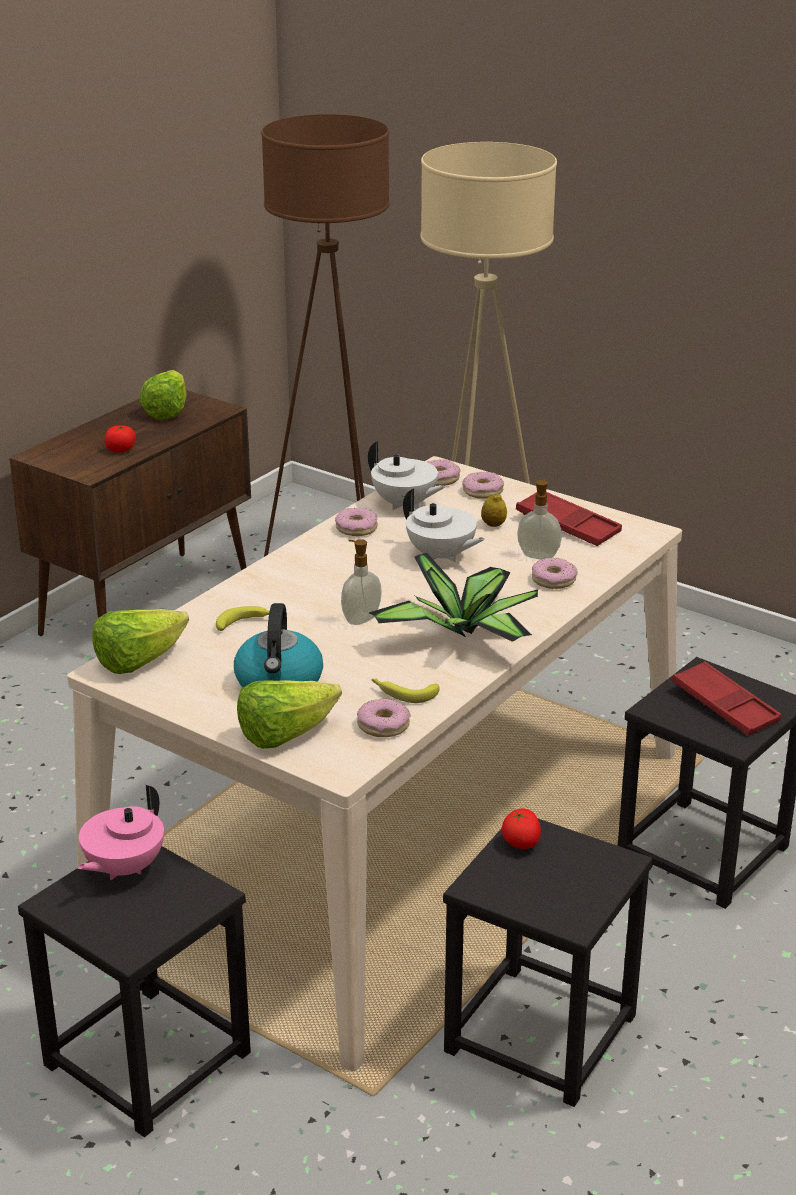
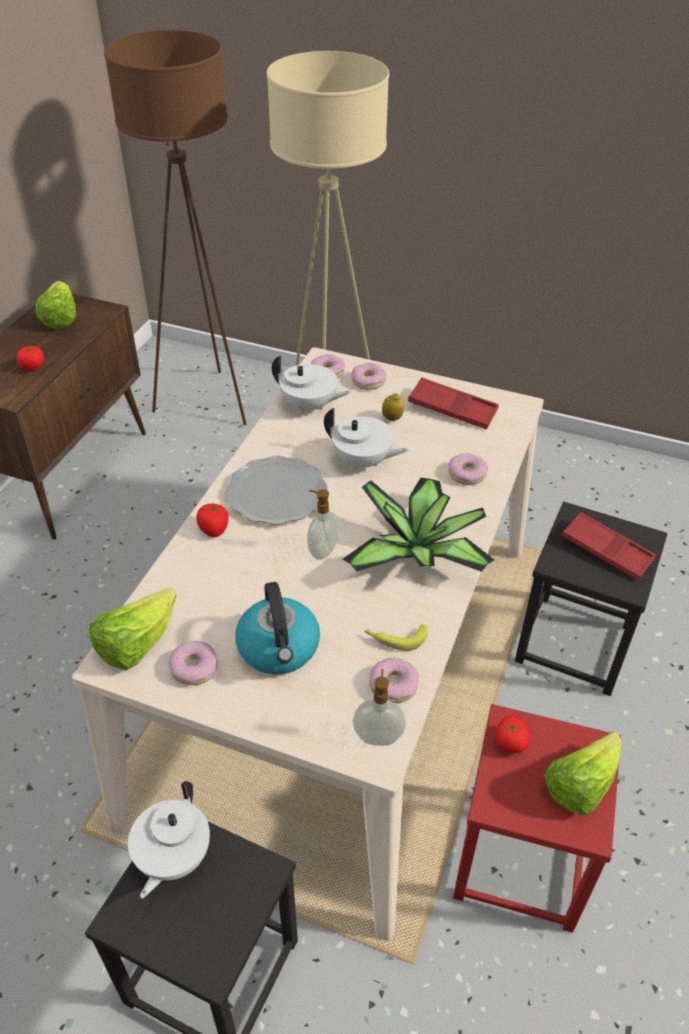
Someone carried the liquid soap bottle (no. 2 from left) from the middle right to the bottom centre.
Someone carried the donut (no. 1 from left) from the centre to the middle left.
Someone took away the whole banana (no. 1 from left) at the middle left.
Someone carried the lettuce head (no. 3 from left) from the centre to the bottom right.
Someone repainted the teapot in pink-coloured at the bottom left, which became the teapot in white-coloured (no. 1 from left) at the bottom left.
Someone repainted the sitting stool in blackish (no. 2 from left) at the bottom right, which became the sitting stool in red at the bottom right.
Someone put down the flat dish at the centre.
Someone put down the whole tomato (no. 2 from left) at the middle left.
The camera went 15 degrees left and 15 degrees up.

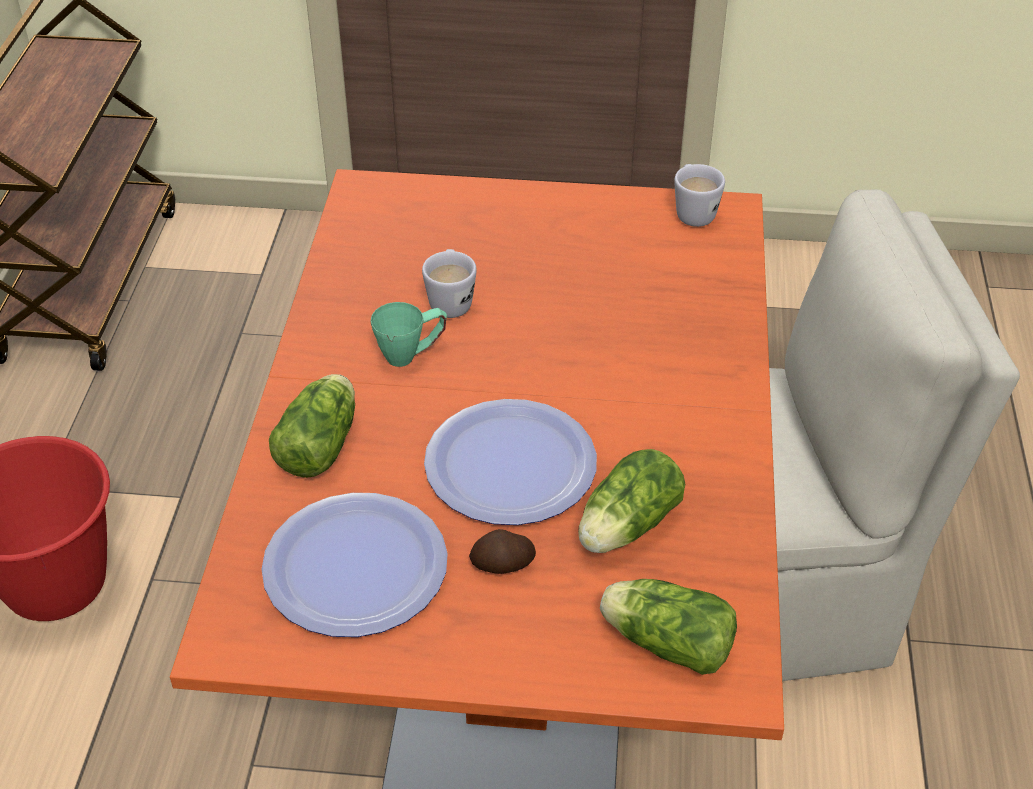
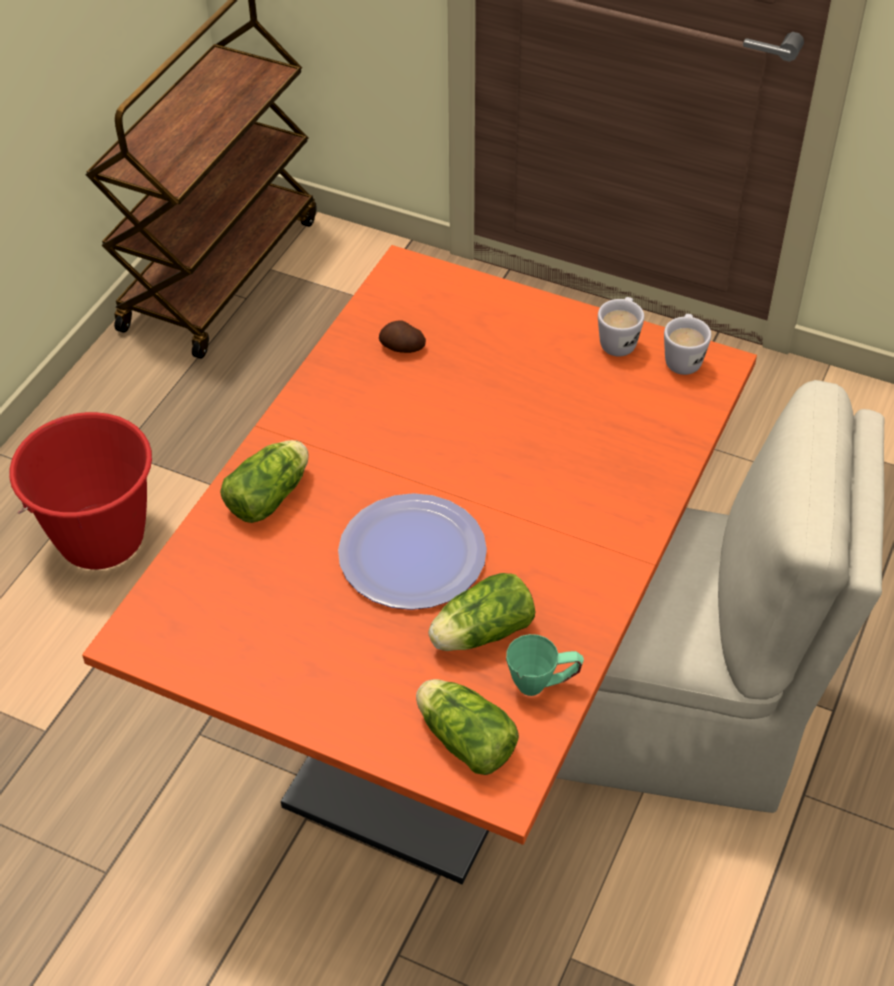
Someone carried the tea mug in white-coloured (no. 1 from left) from the centre to the top right.
Someone carried the tea mug in greenish from the centre to the bottom centre.
Someone took away the flat dish (no. 1 from left) at the bottom centre.
Someone carried the potato from the bottom centre to the centre.
The camera went 20 degrees right and 5 degrees up.

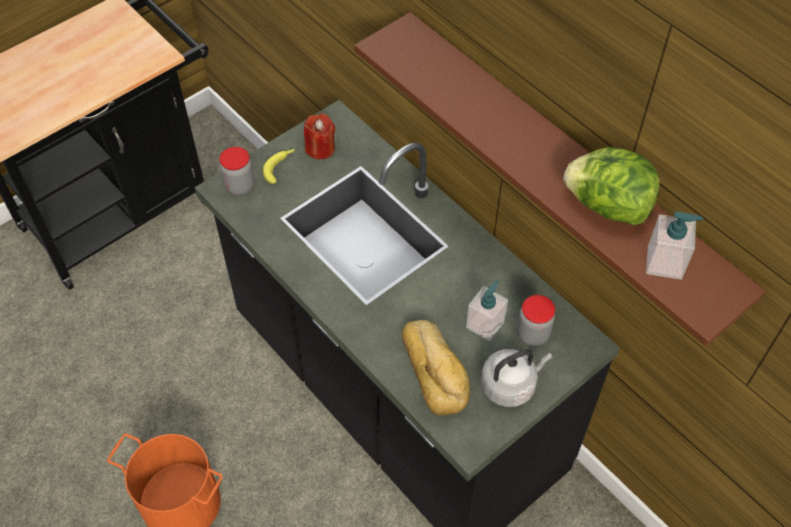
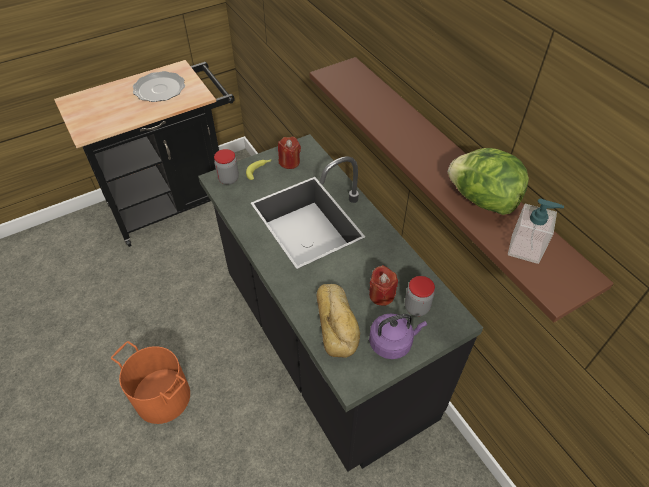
Someone swapped the liquid soap bottle (no. 1 from left) at the centre for the candle in red (no. 2 from left) at the centre.
Someone repainted the kettle in gray at the bottom centre, which became the kettle in purple-coloured at the bottom centre.
Someone put down the flat dish at the top left.
The camera went 10 degrees right and 5 degrees down.

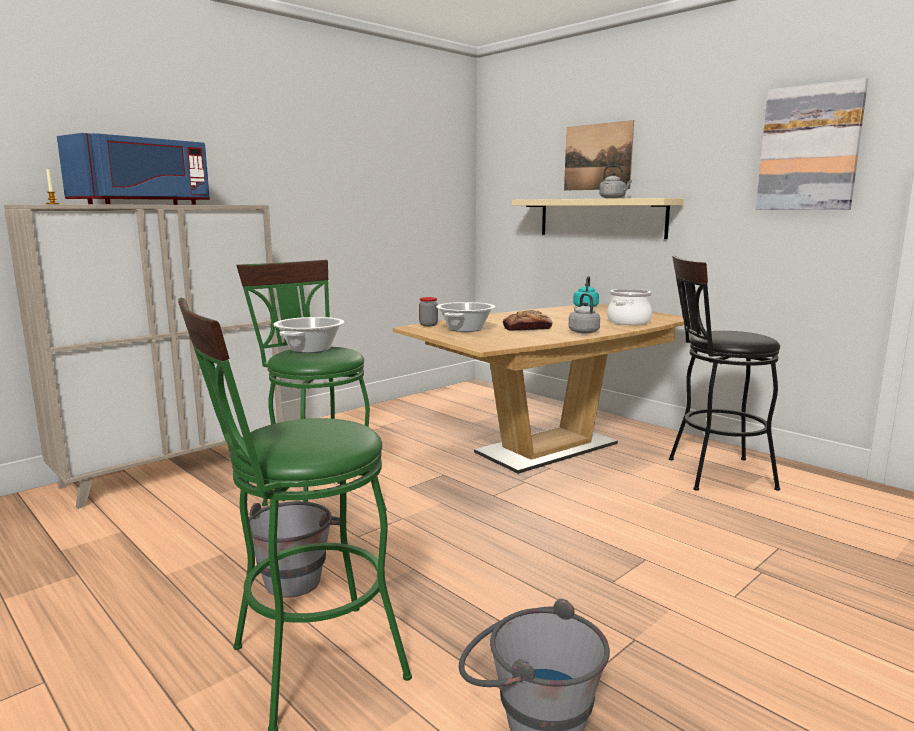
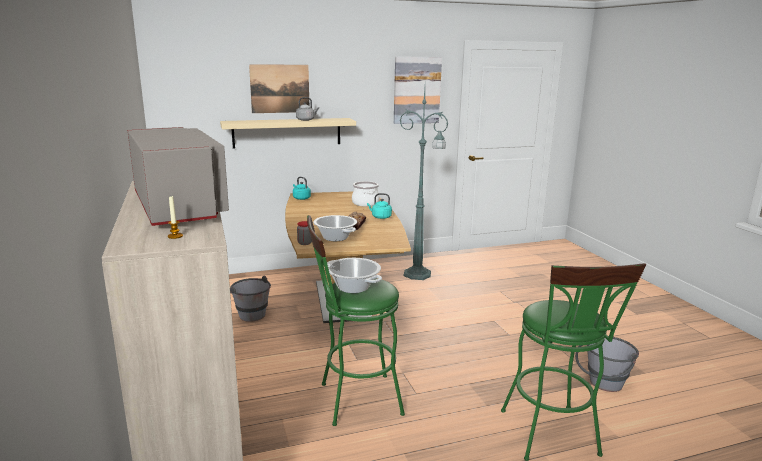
Someone repainted the microwave oven in blue at the top left, which became the microwave oven in gray at the middle left.
Someone swapped the sitting stool in blackish at the middle right for the floor lamp in greenish at the centre.
Someone repainted the kettle in gray (no. 1 from left) at the centre, which became the kettle in blue-green (no. 2 from left) at the centre.
Someone carried the water bucket in gray (no. 1 from left) from the bottom left to the middle left.
The camera went 65 degrees left and 5 degrees up.

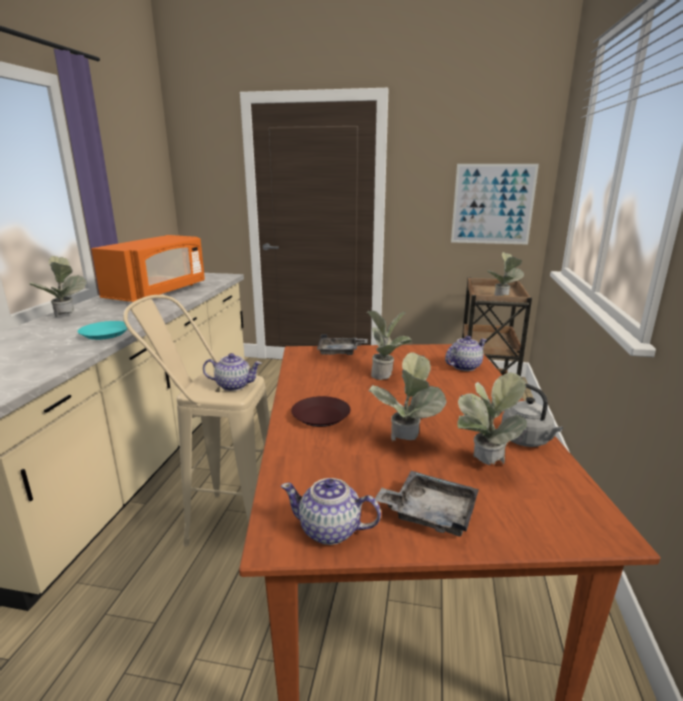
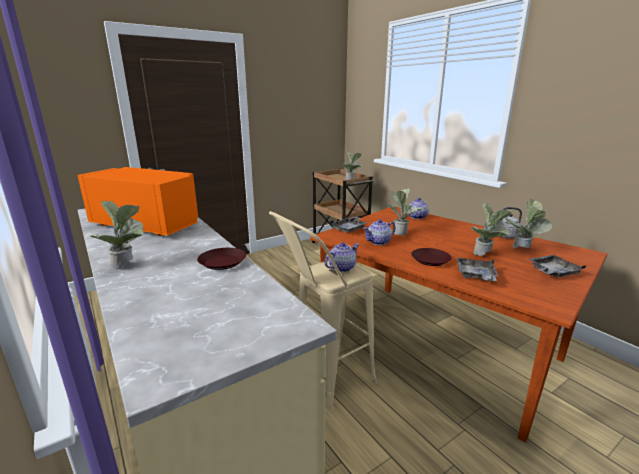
Someone took away the picture at the top right.
Someone rotated the microwave oven in orange-coloured at the middle left by 45 degrees counterclockwise.
Someone repainted the flat dish in blue-green at the middle left, which became the flat dish in brownish (no. 1 from left) at the centre.
Someone carried the teapot (no. 2 from left) from the bottom centre to the centre.
Someone put down the serving tray in gray (no. 2 from left) at the middle right.
The camera went 45 degrees left and 0 degrees up.

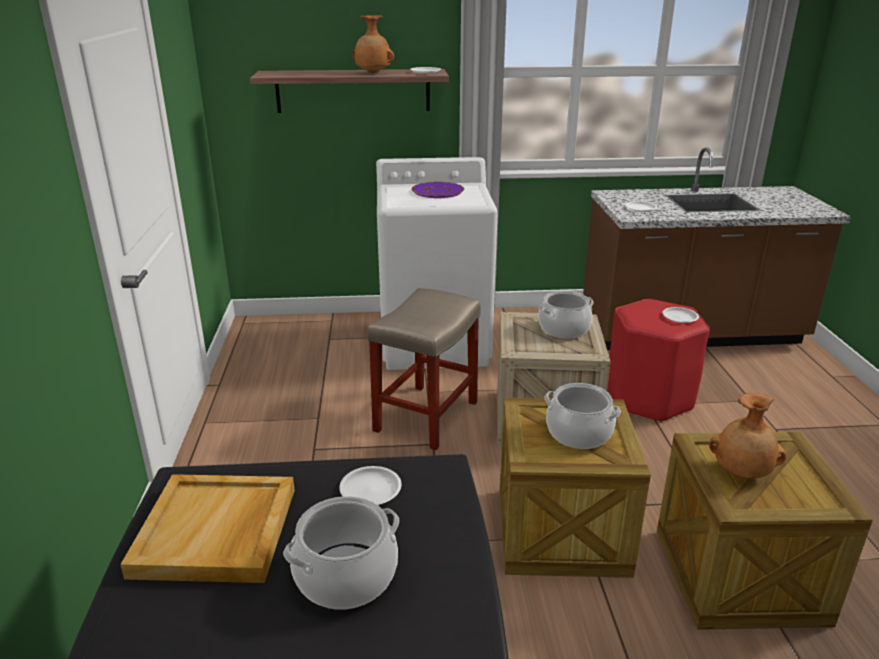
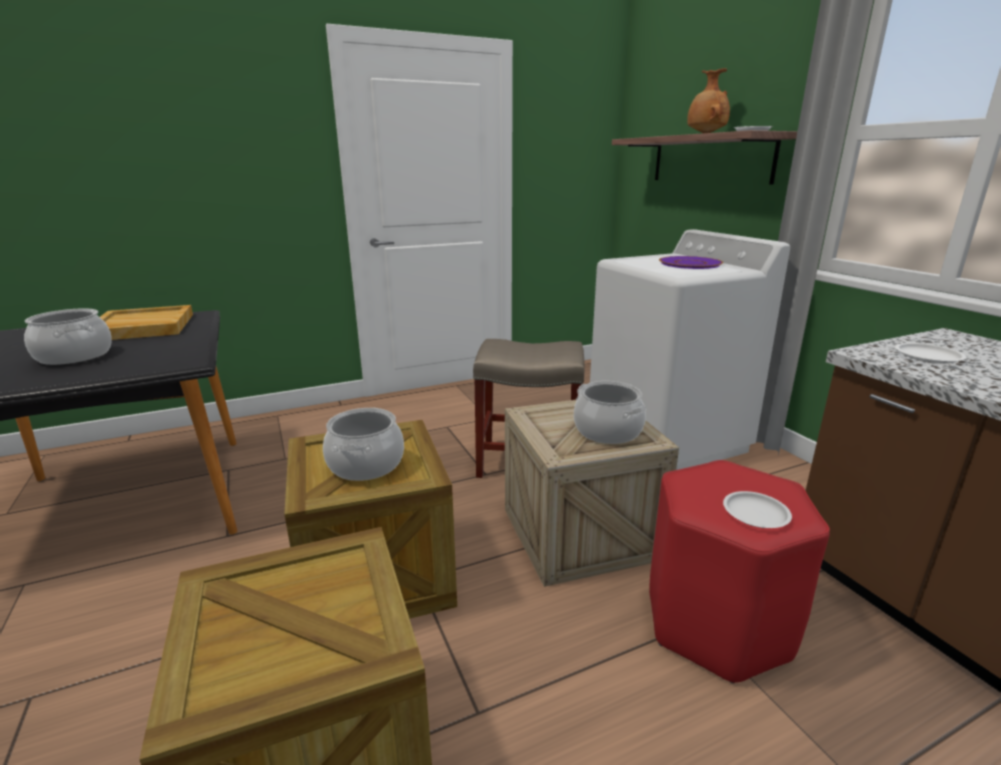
Someone took away the vase in brownish (no. 2 from left) at the middle right.
Someone took away the flat dish in white-coloured (no. 1 from left) at the bottom centre.
The camera went 70 degrees right and 5 degrees down.

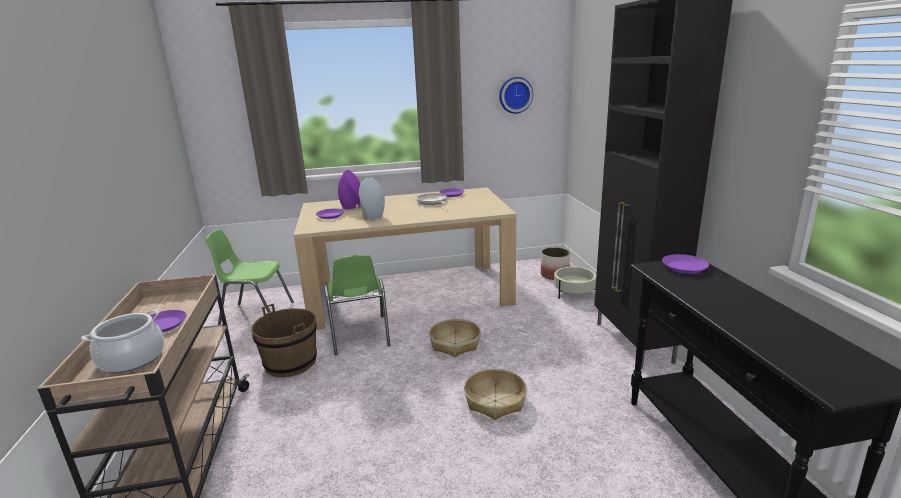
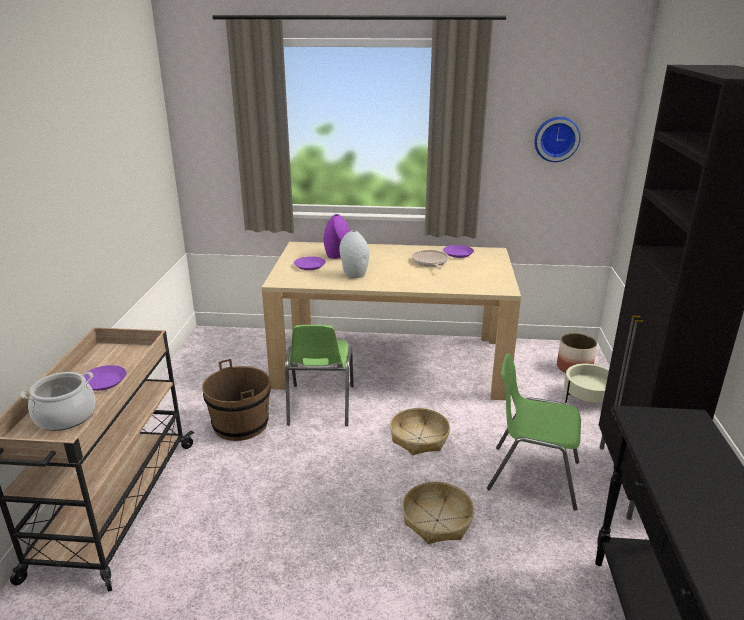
Someone carried the upright chair in greenish (no. 1 from left in the first image) from the middle left to the bottom right.
Someone took away the flat dish in purple-coloured (no. 4 from left) at the middle right.
The camera went 15 degrees right and 5 degrees up.

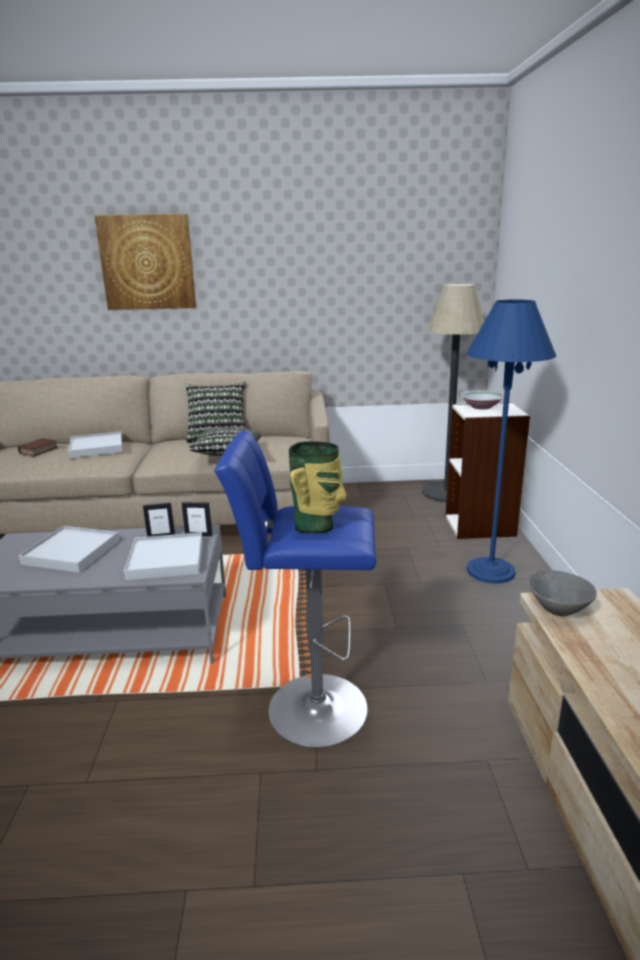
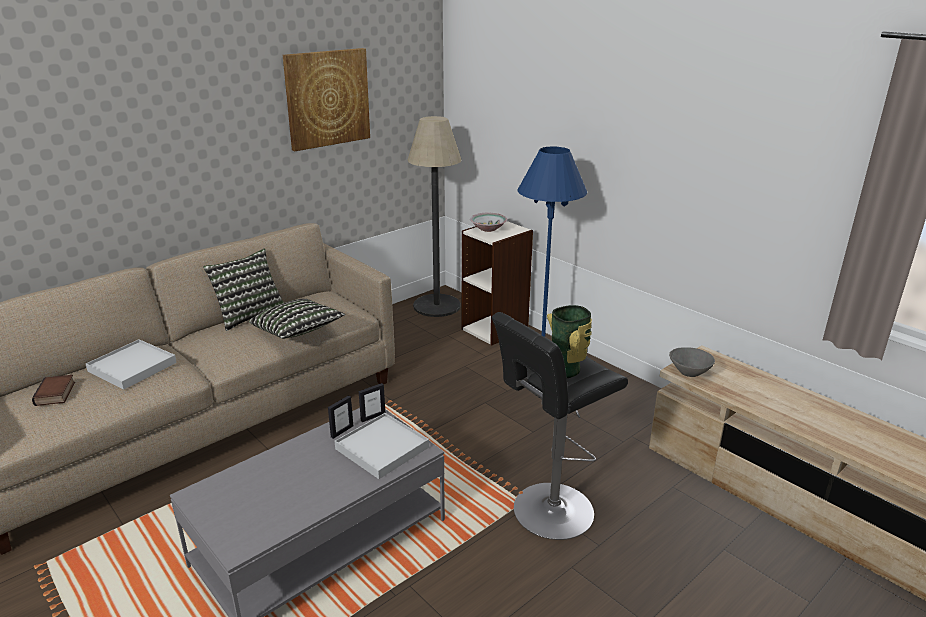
Someone carried the picture from the top left to the top centre.
Someone repainted the sitting stool in blue at the centre, which became the sitting stool in blackish at the bottom centre.
Someone took away the serving tray in white-coloured (no. 1 from left) at the middle left.
The camera went 40 degrees left and 5 degrees up.

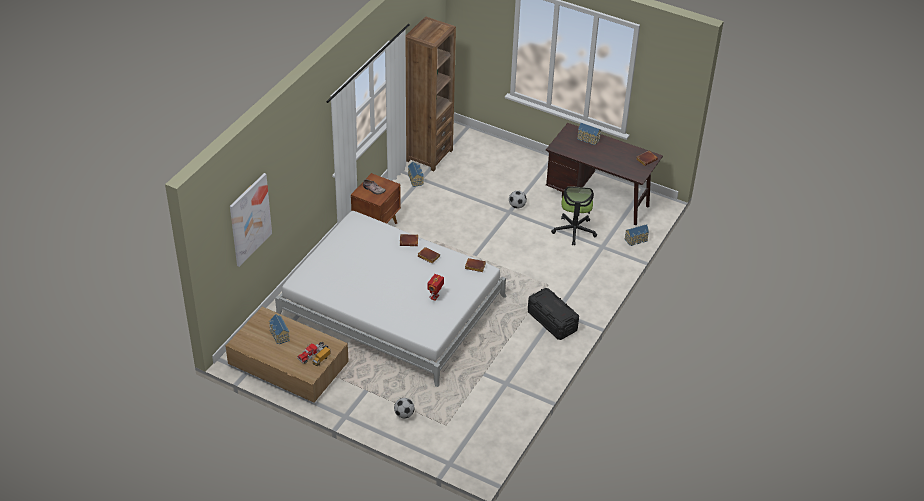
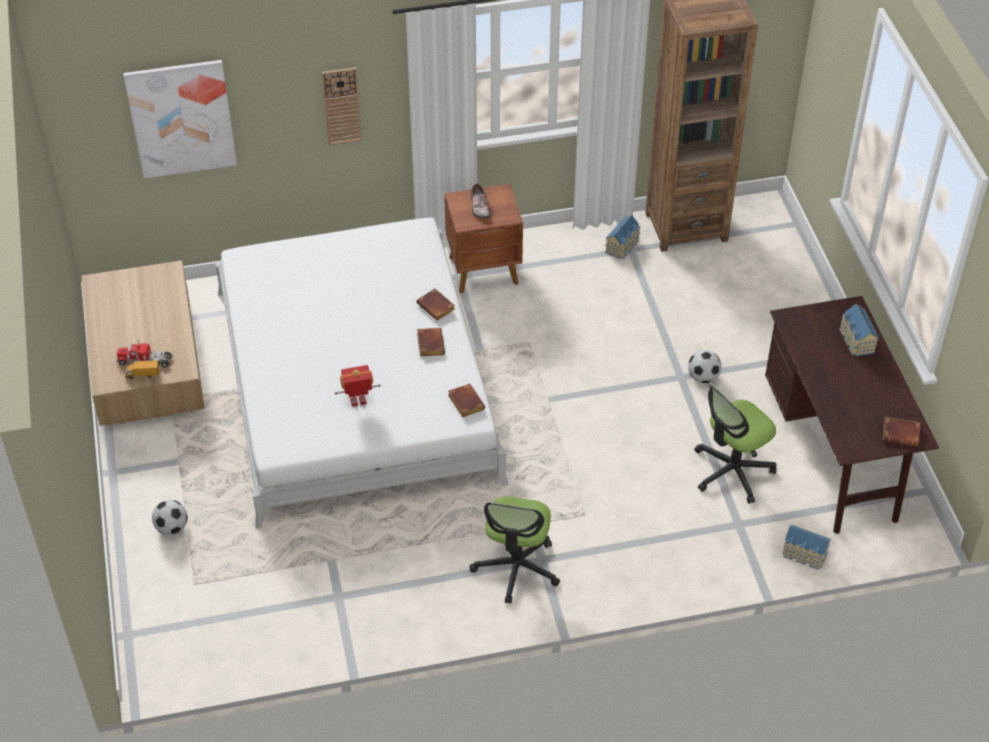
Someone swapped the storage bin in blackish at the centre for the desk chair (no. 1 from left) at the bottom centre.
Someone took away the model house (no. 1 from left) at the middle left.
Someone put up the clock on the wall at the top centre.
The camera went 50 degrees right and 5 degrees up.

